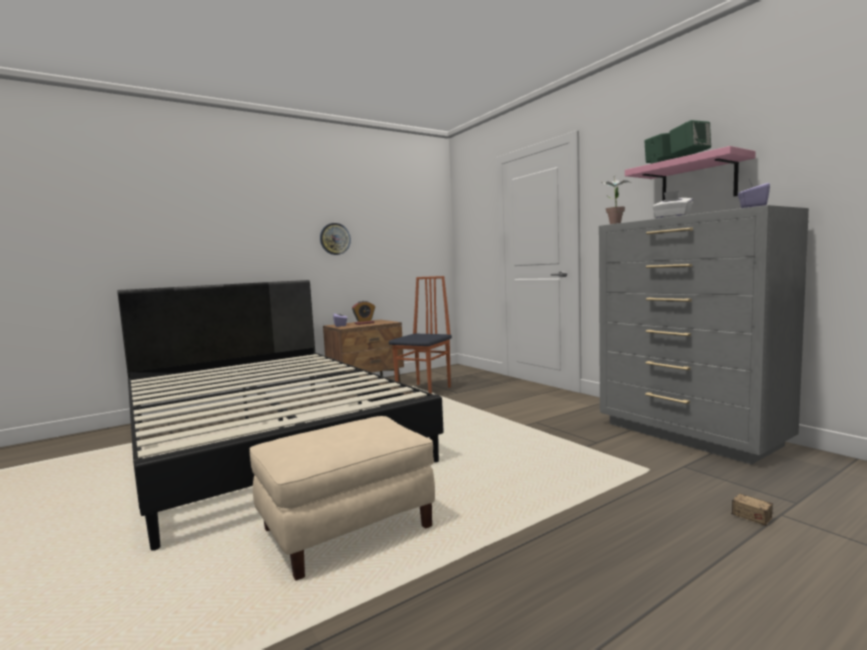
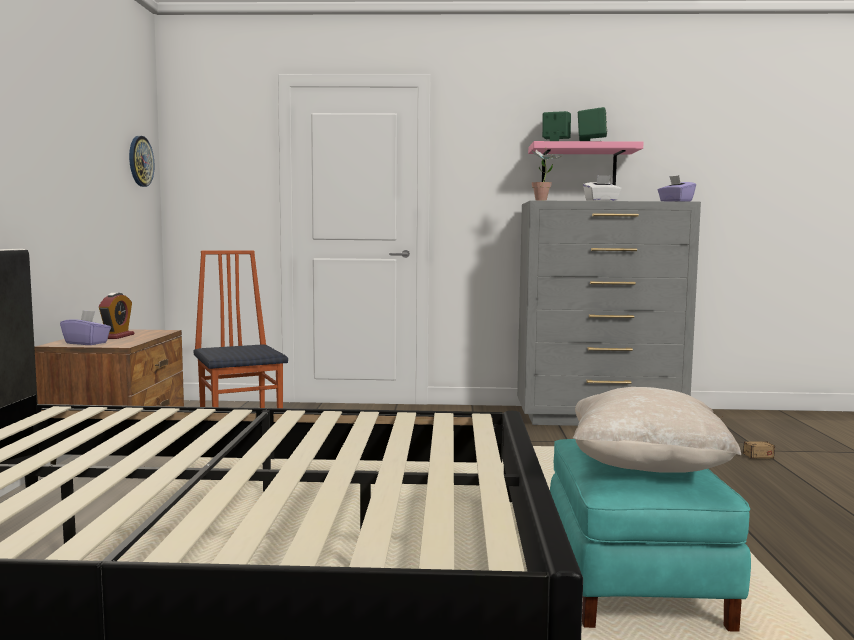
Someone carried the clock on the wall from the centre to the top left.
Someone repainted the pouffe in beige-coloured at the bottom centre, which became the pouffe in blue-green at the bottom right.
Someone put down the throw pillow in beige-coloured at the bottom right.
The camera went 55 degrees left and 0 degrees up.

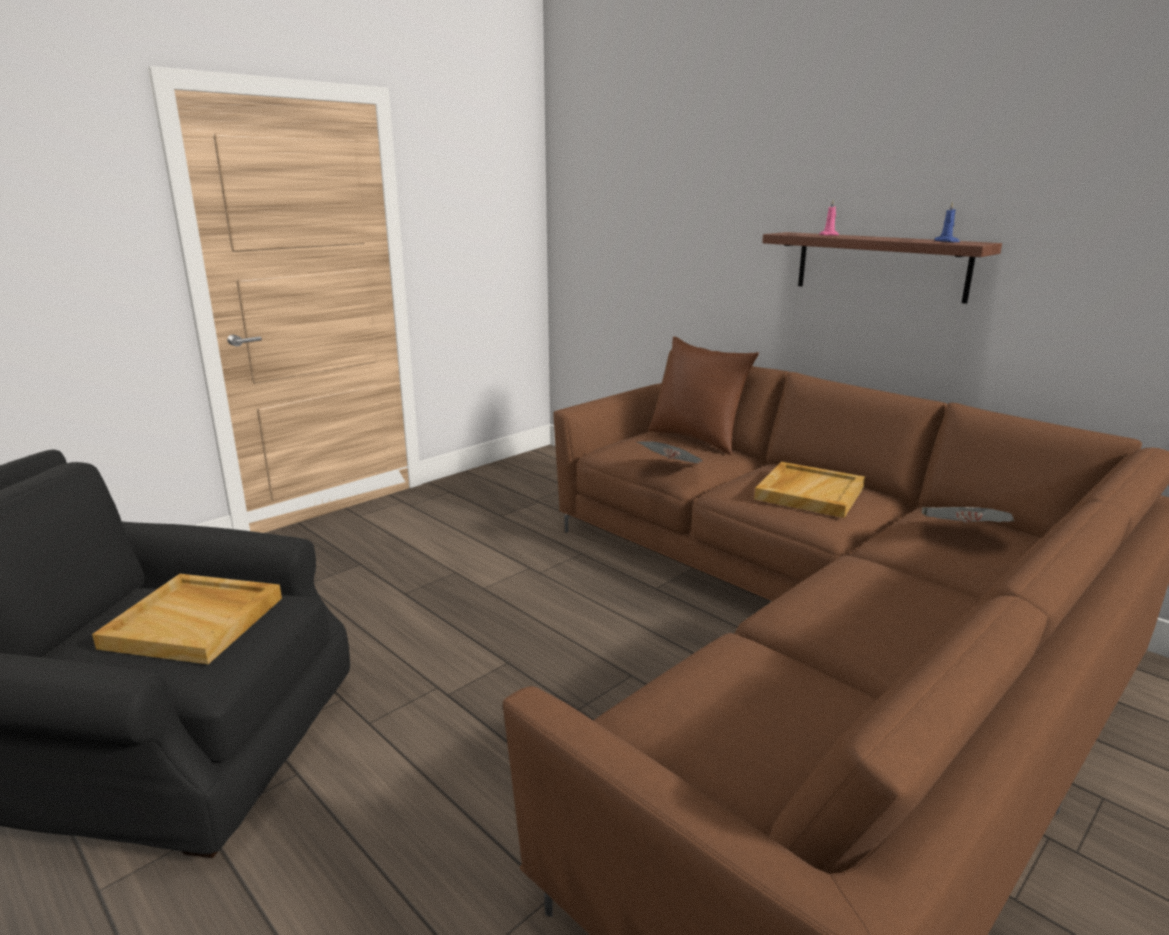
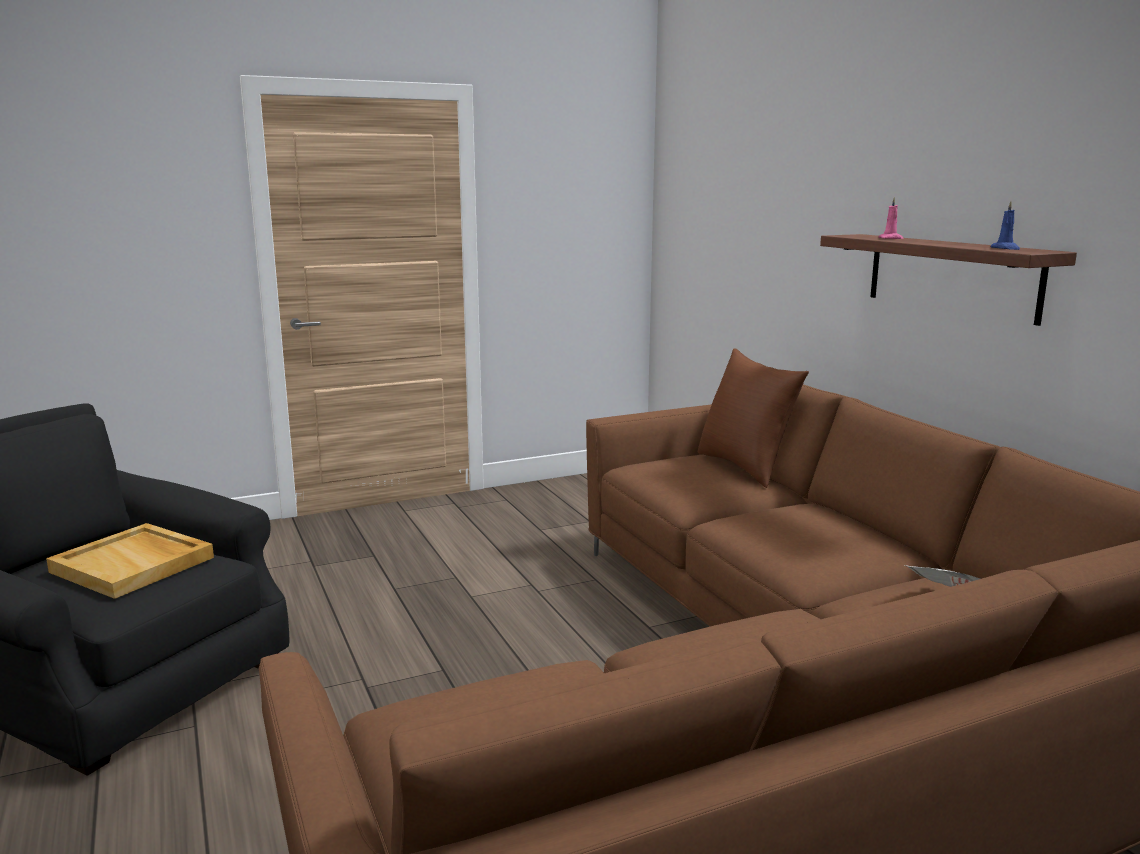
Someone took away the newspaper (no. 1 from left) at the centre.
Someone took away the serving tray in beige-coloured (no. 2 from left) at the middle right.
The camera went 20 degrees right and 5 degrees down.

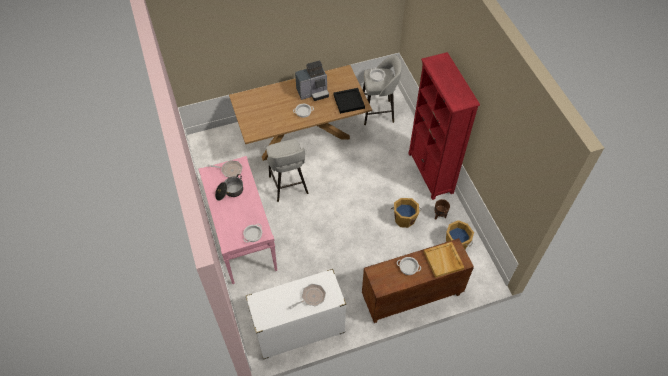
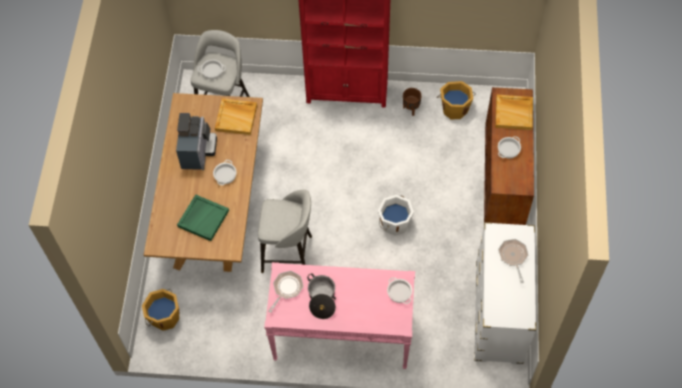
Someone repainted the serving tray in blackish at the top centre, which became the serving tray in beige-coloured (no. 1 from left) at the top centre.
Someone carried the water bucket in orange-coloured (no. 1 from left) from the centre to the bottom left.
Someone put down the serving tray in greenish at the middle left.
Someone put down the water bucket in white-coloured at the centre.
The camera went 65 degrees left and 5 degrees up.

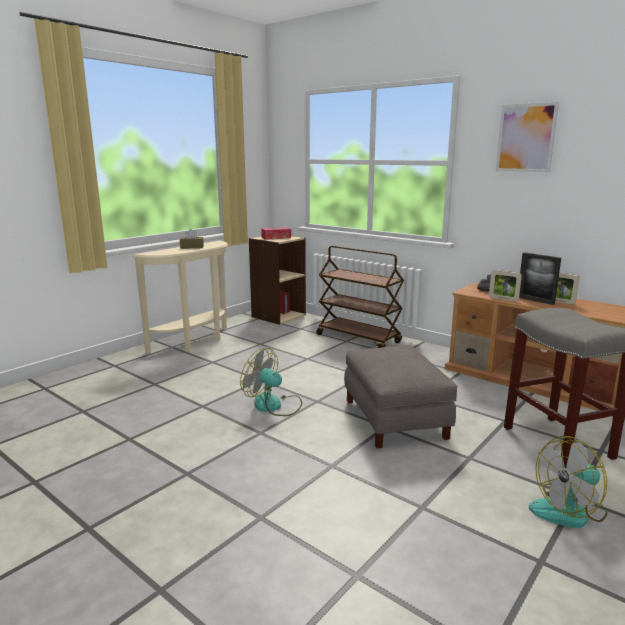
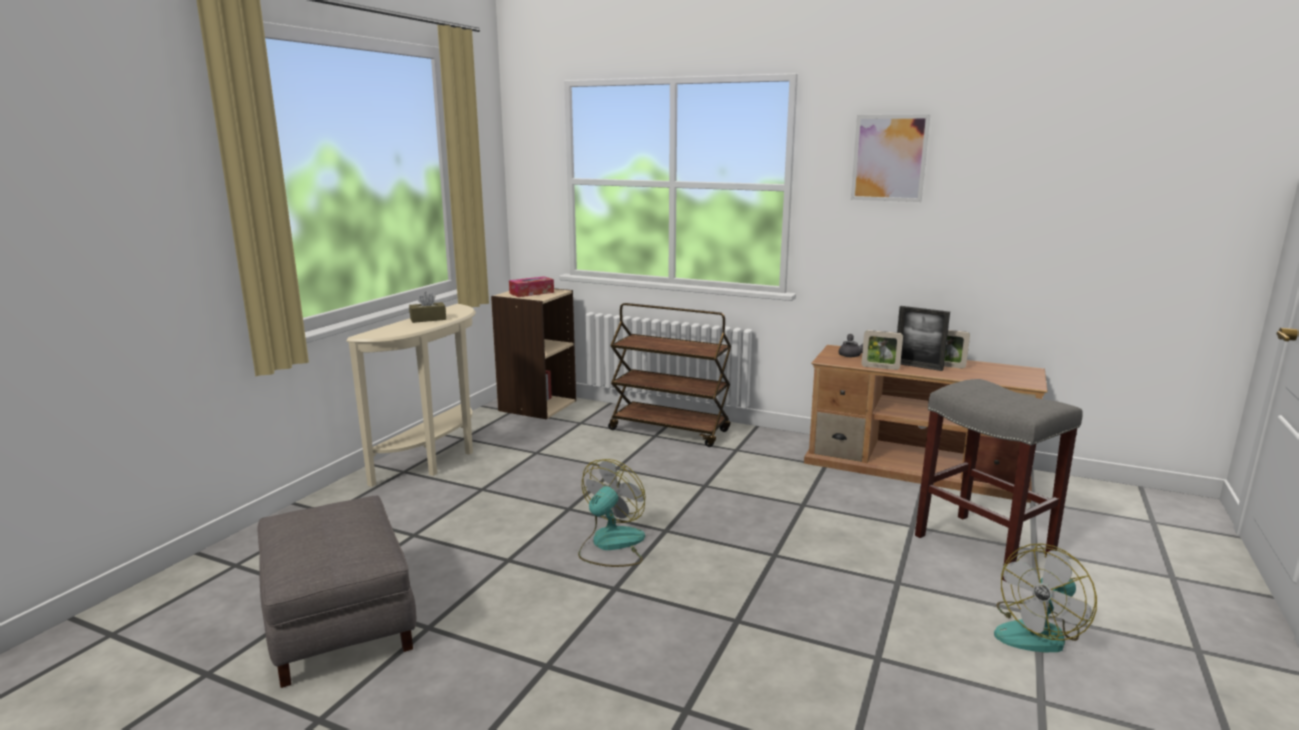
Someone carried the pouffe in gray from the centre to the bottom left.
Someone rotated the electric fan (no. 1 from left) at the centre by 105 degrees clockwise.
The camera went 15 degrees left and 0 degrees up.

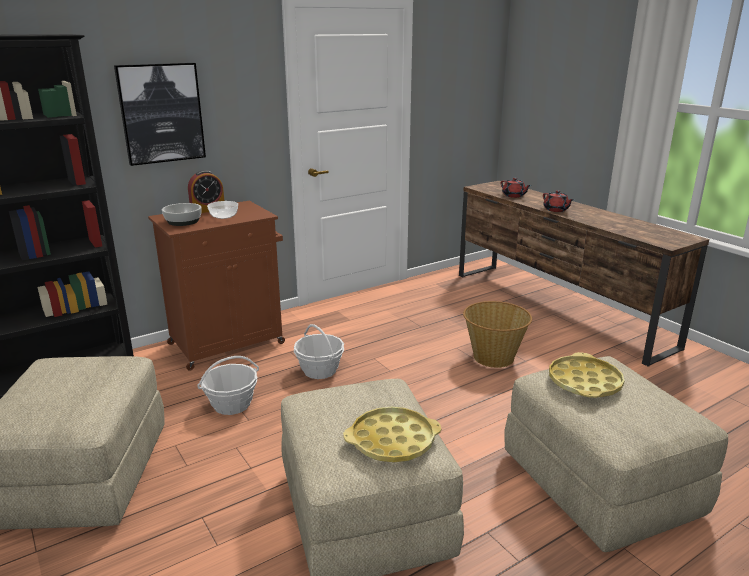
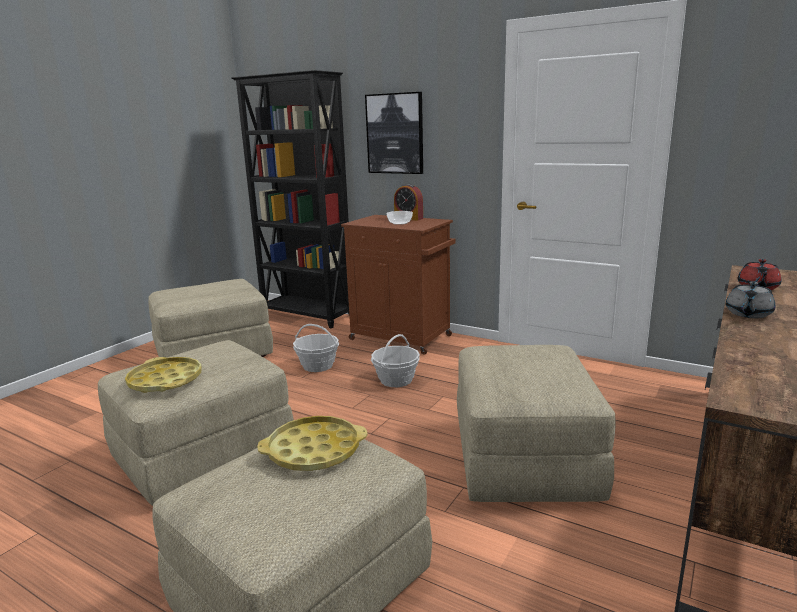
Someone repainted the teapot in red (no. 2 from left) at the middle right, which became the teapot in gray at the middle right.
Someone took away the bowl (no. 1 from left) at the middle left.
Someone swapped the storage basket (no. 3 from left) at the centre for the pouffe in beige-coloured (no. 4 from left) at the bottom right.
The camera went 65 degrees right and 5 degrees down.

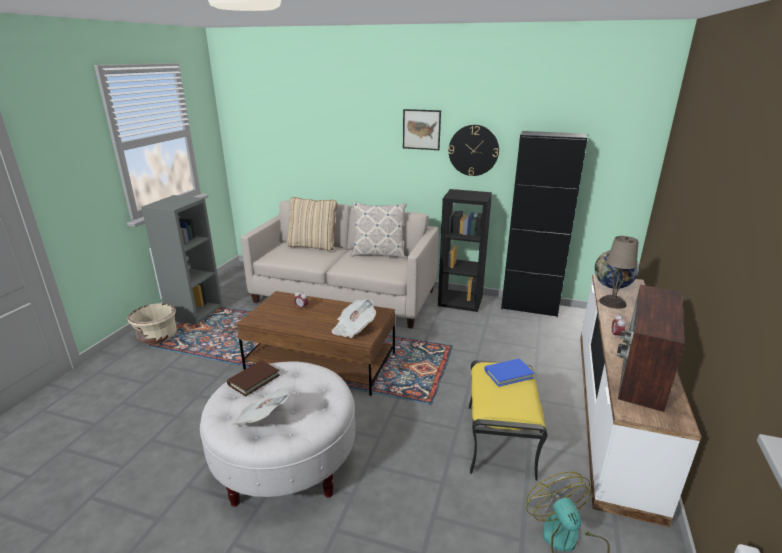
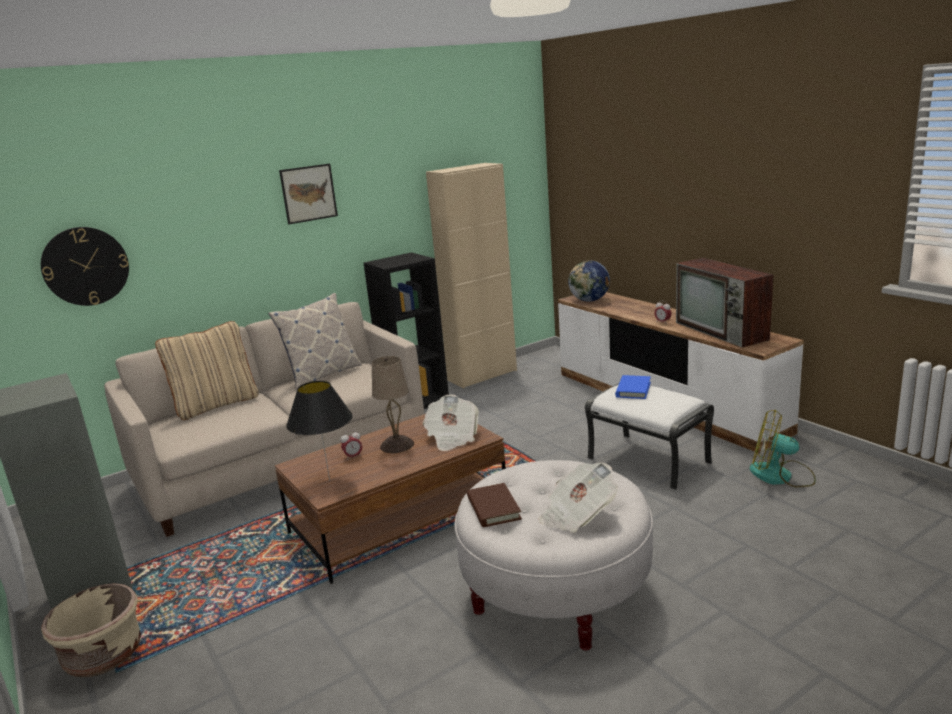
Someone carried the clock on the wall from the top centre to the middle left.
Someone repainted the cupboard in blackish at the middle right, which became the cupboard in beige-coloured at the centre.
Someone carried the tabletop lamp in beige-coloured from the middle right to the centre.
Someone repainted the pouffe in yellowish at the bottom centre, which became the pouffe in white-coloured (no. 2 from left) at the middle right.
Someone put down the tabletop lamp in blackish at the centre.
The camera went 50 degrees left and 5 degrees down.

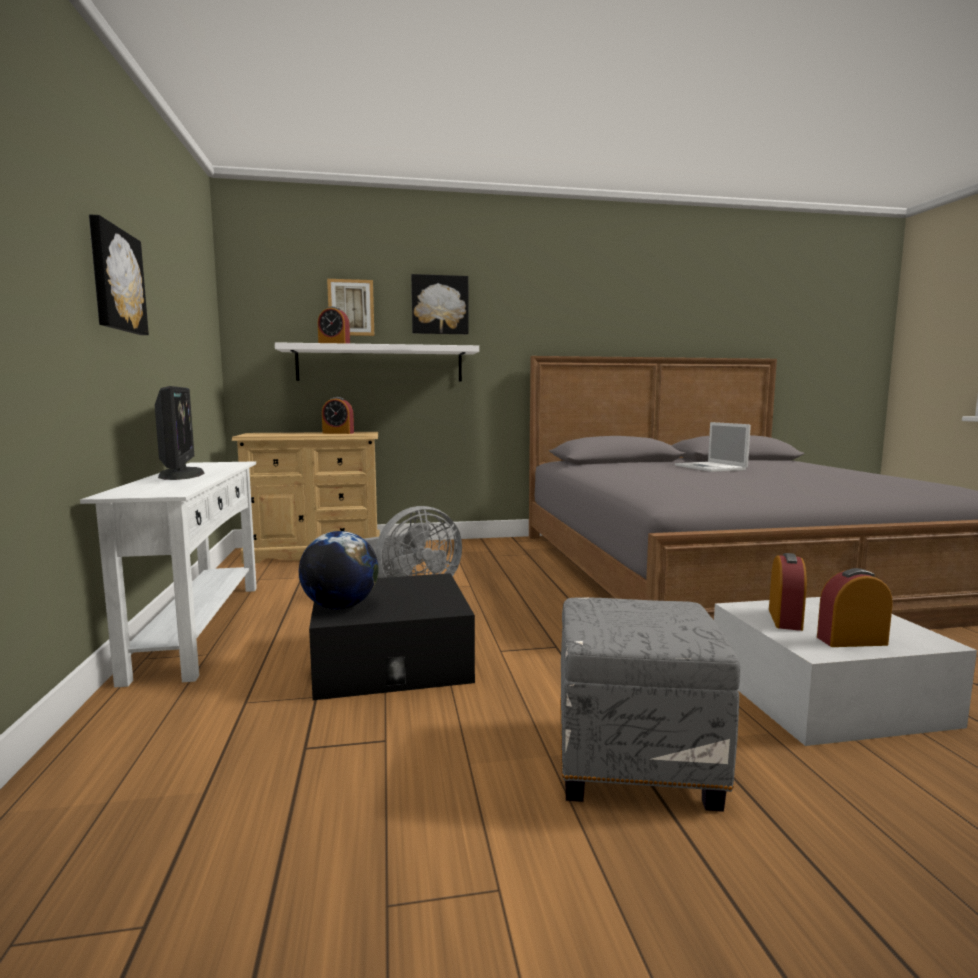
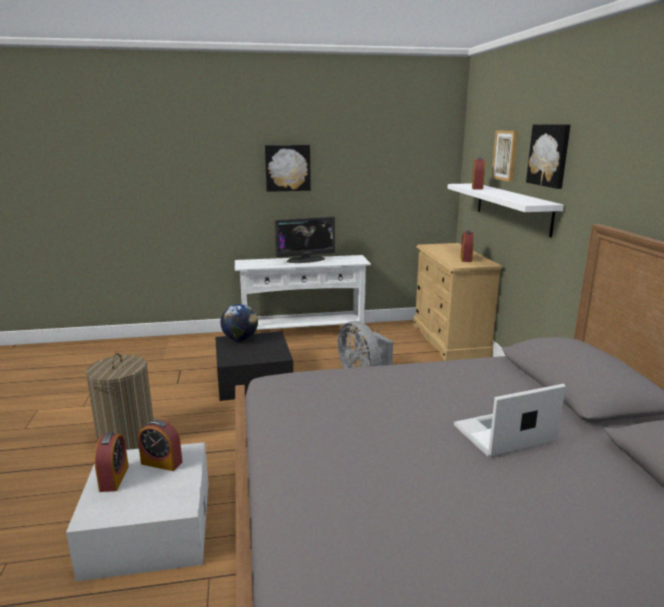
Someone swapped the pouffe in gray at the bottom centre for the laundry basket at the middle left.
The camera went 90 degrees right and 10 degrees up.

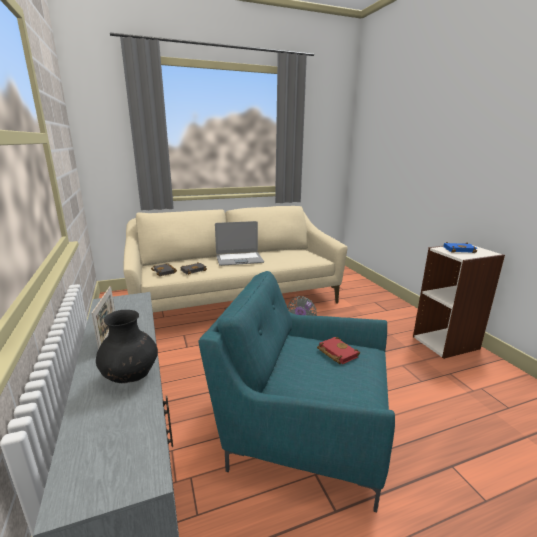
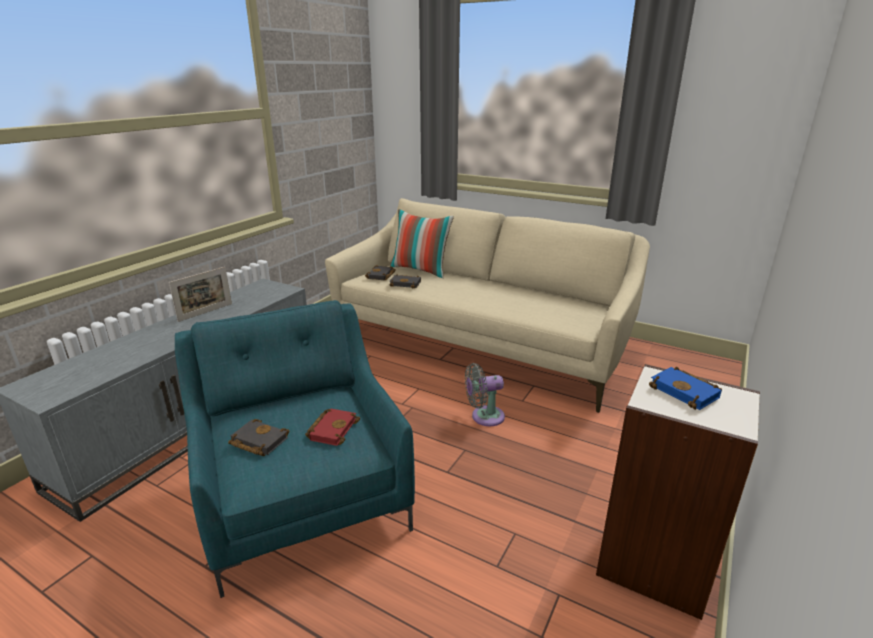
Someone took away the portable computer at the centre.
Someone took away the vase in blackish at the middle left.
Someone put down the throw pillow at the centre.
Someone put down the book in blackish (no. 1 from left) at the bottom left.
The camera went 50 degrees right and 5 degrees up.

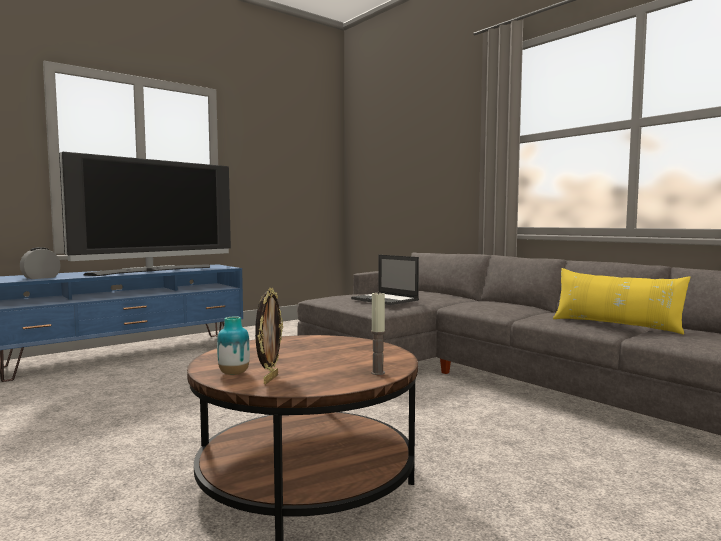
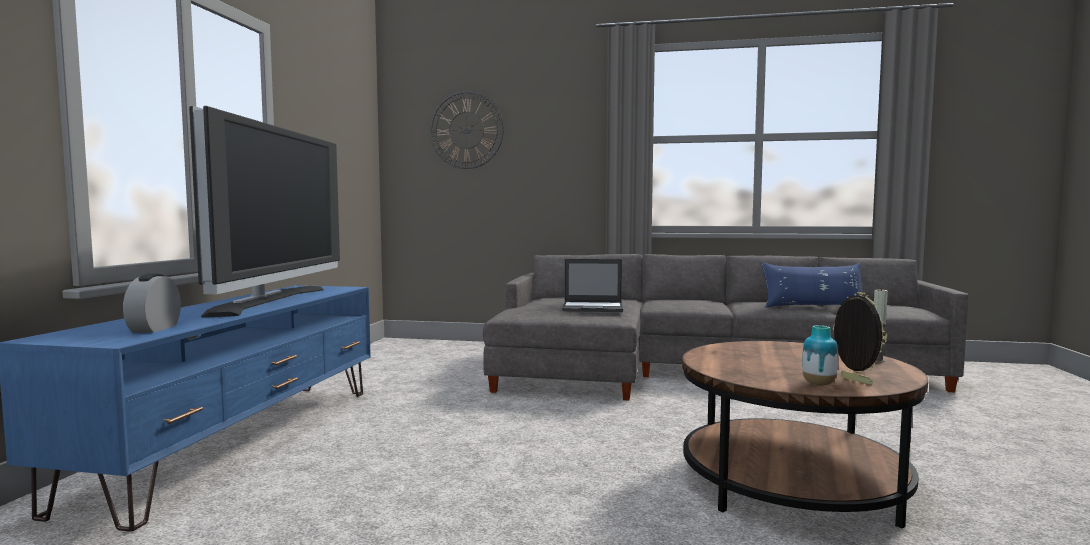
Someone repainted the throw pillow in yellowish at the middle right, which became the throw pillow in blue at the middle right.
Someone put up the clock on the wall at the top centre.
The camera went 40 degrees left and 0 degrees up.

